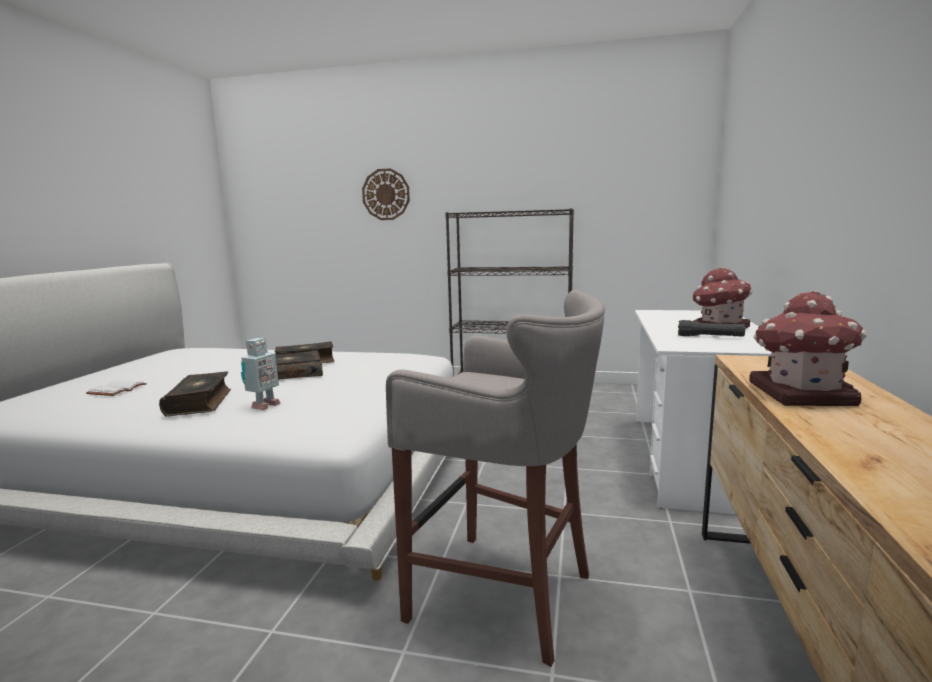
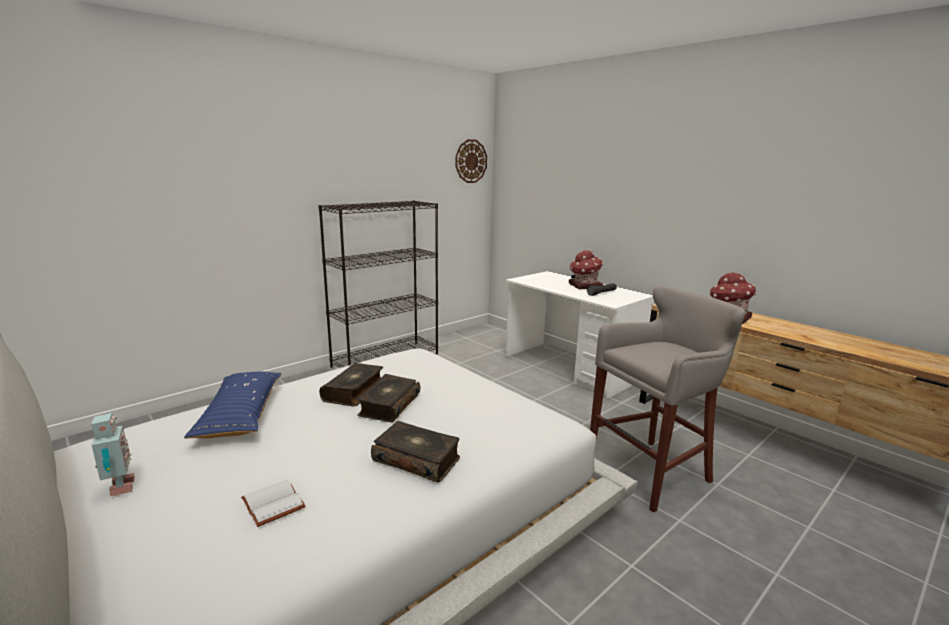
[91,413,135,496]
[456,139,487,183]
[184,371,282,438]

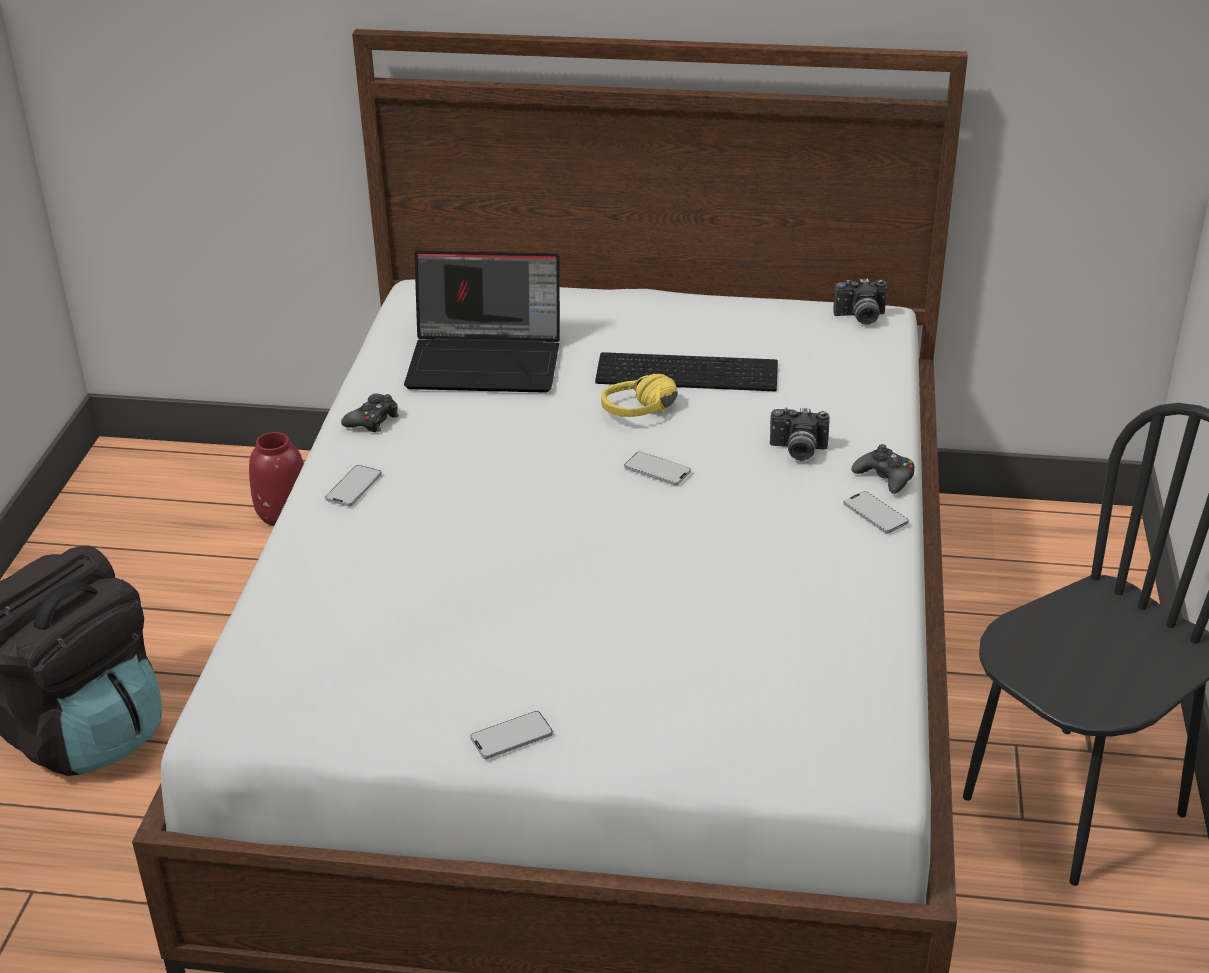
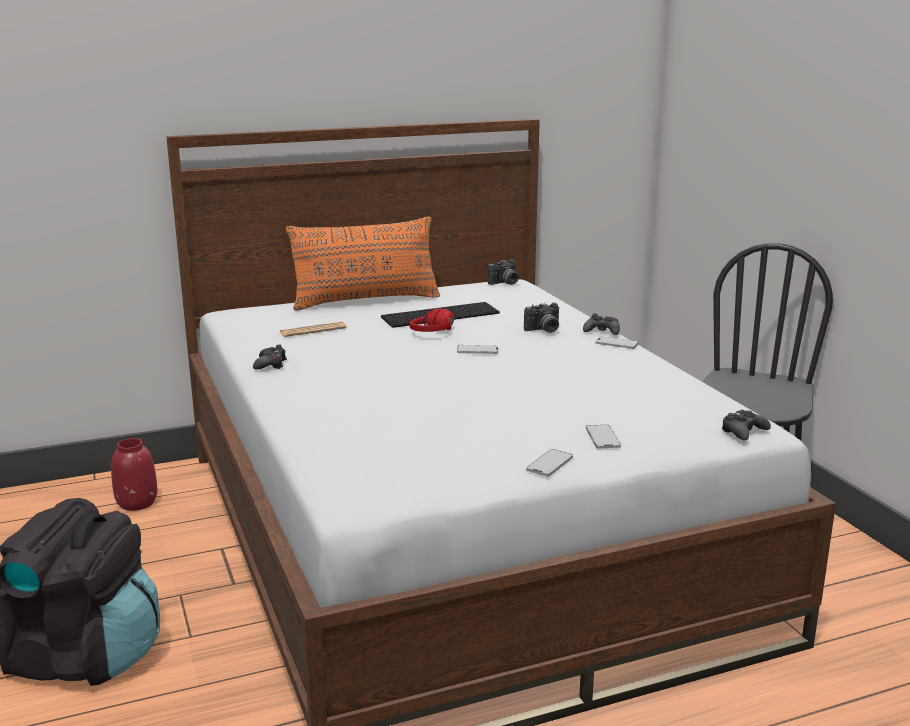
[586,425,621,449]
[280,322,347,337]
[410,309,454,332]
[286,217,440,311]
[722,410,771,440]

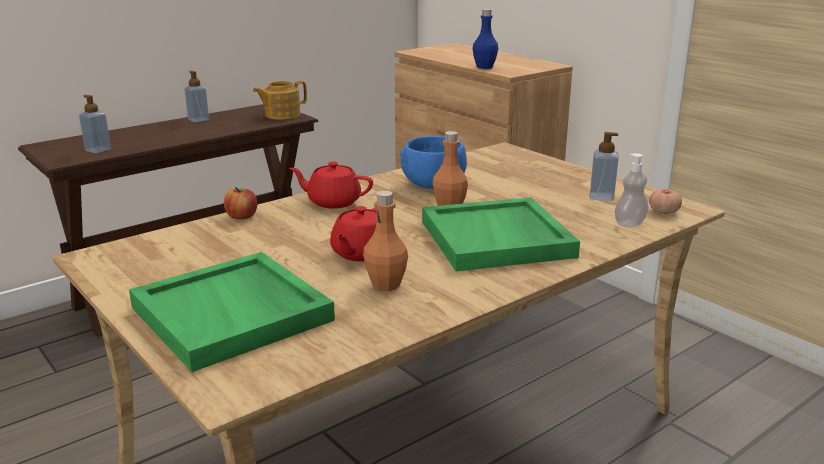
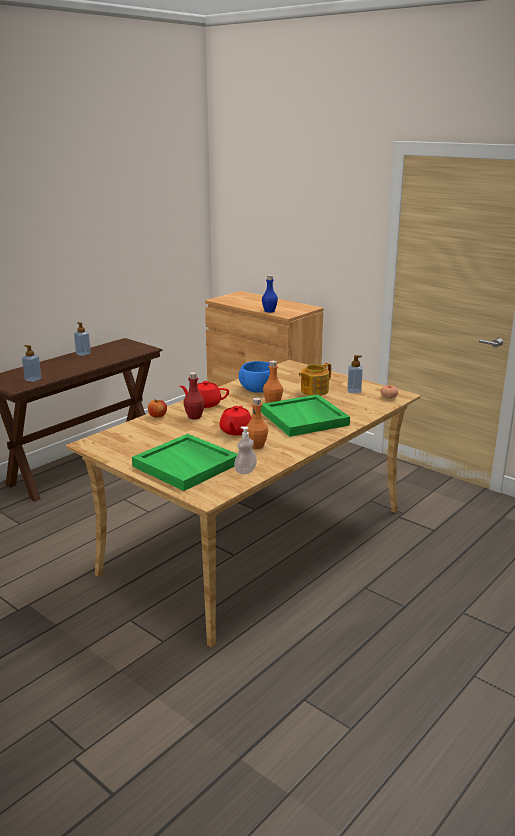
[298,363,331,396]
[234,426,257,474]
[183,372,205,419]

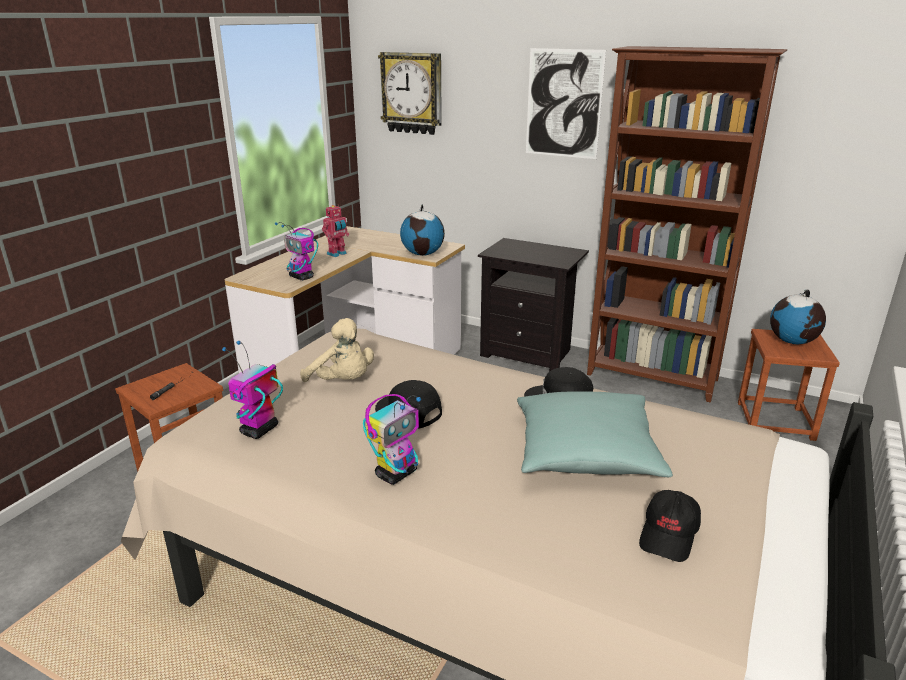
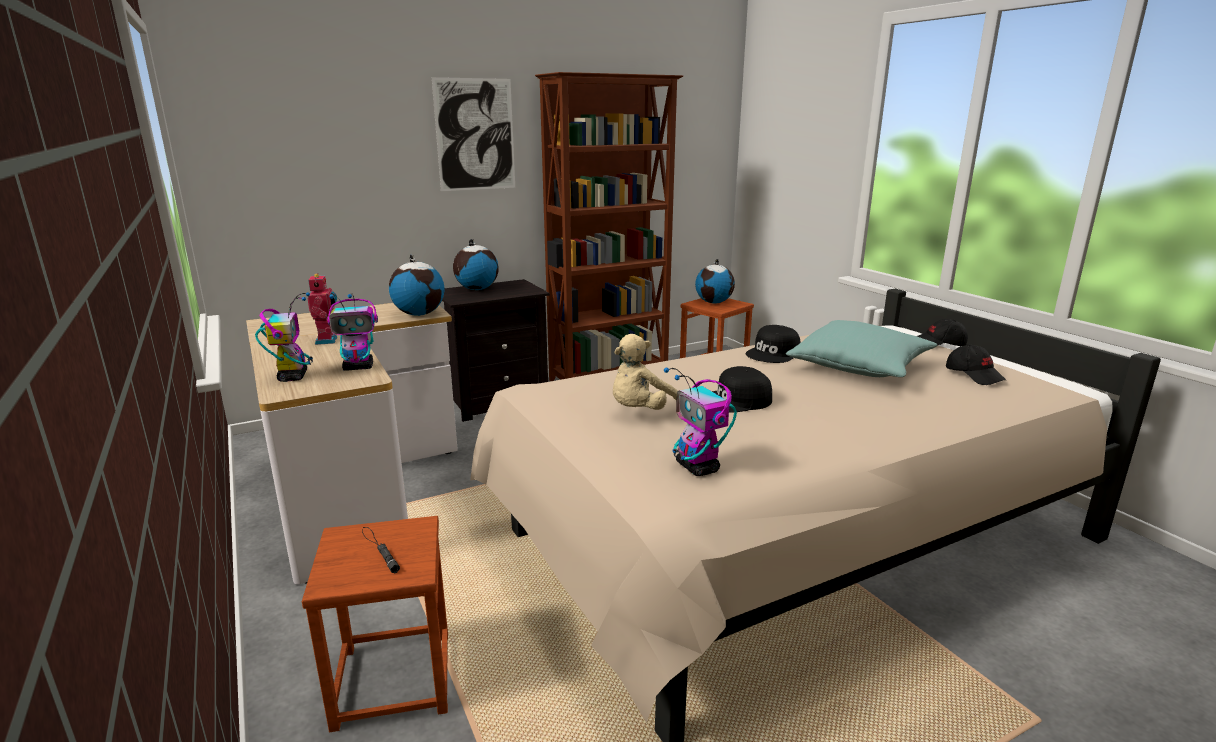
[613,334,678,410]
[255,292,313,382]
[378,52,442,135] (first image)
[453,239,499,290]
[917,319,968,346]

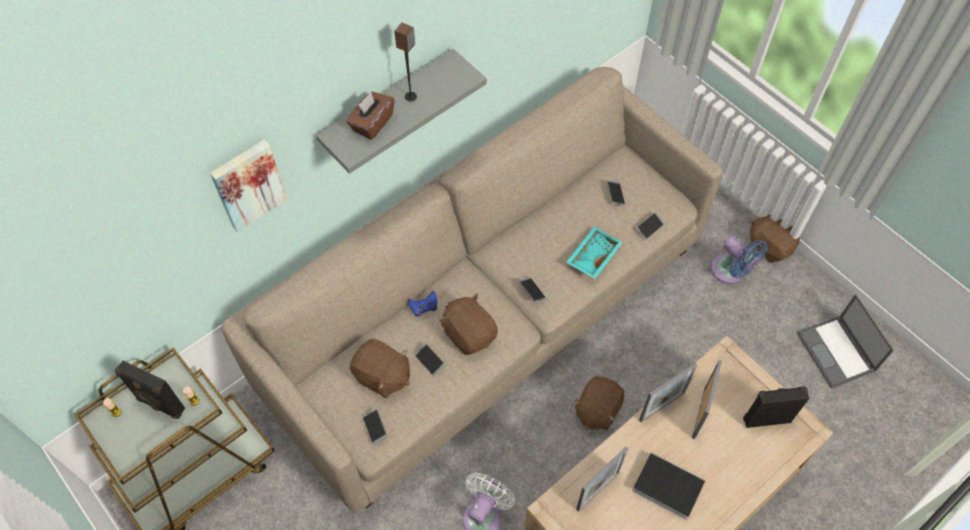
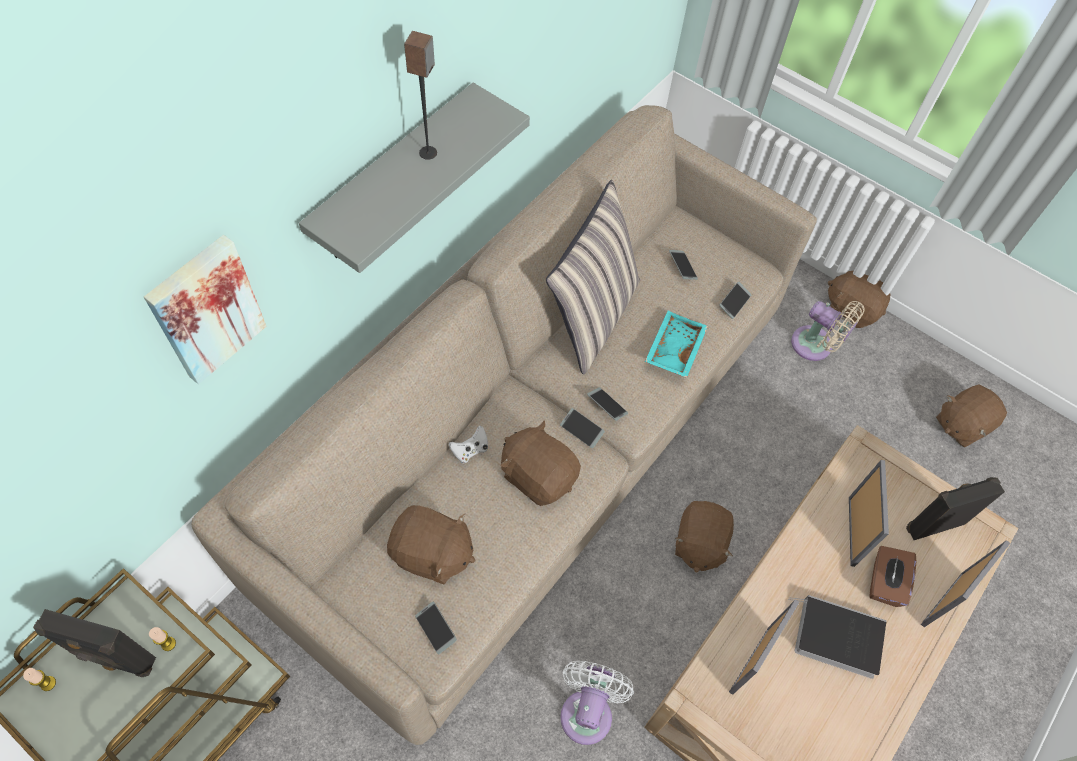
[869,546,917,607]
[448,425,488,463]
[560,408,605,448]
[921,540,1010,627]
[791,301,865,361]
[936,385,1007,447]
[546,180,640,374]

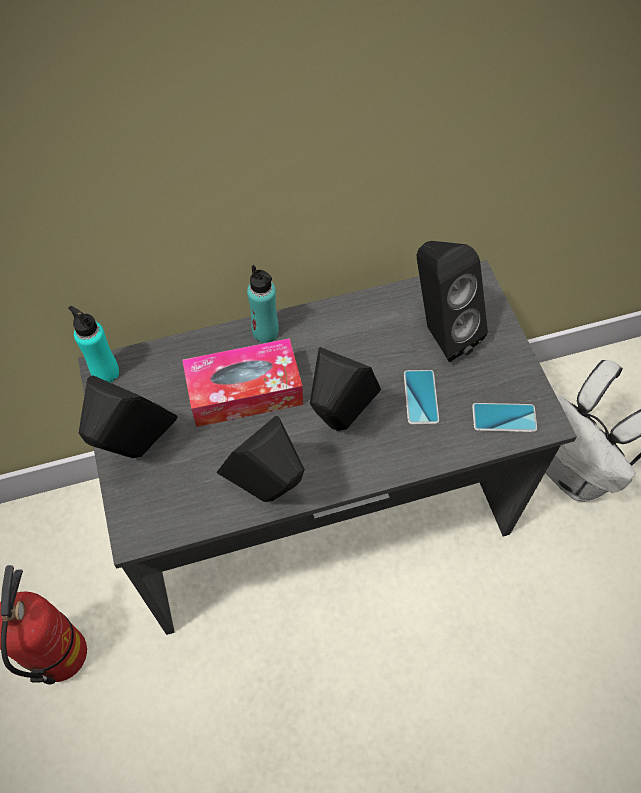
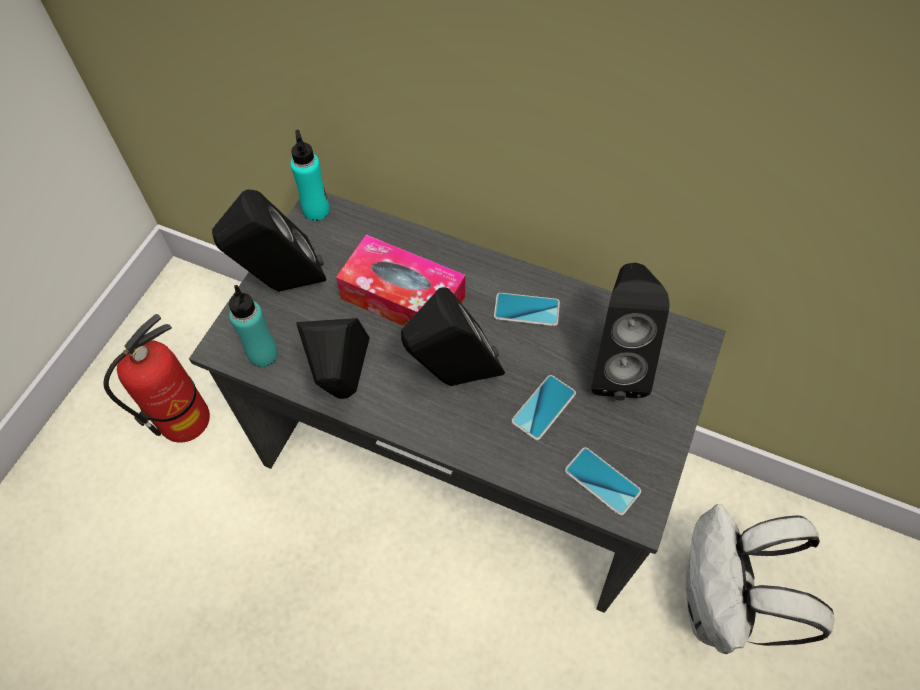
[229,285,278,367]
[494,293,560,326]

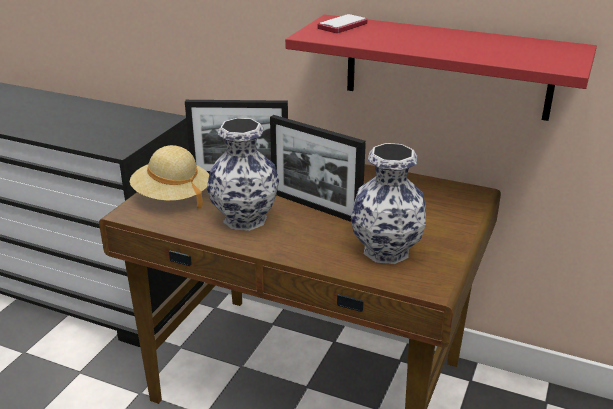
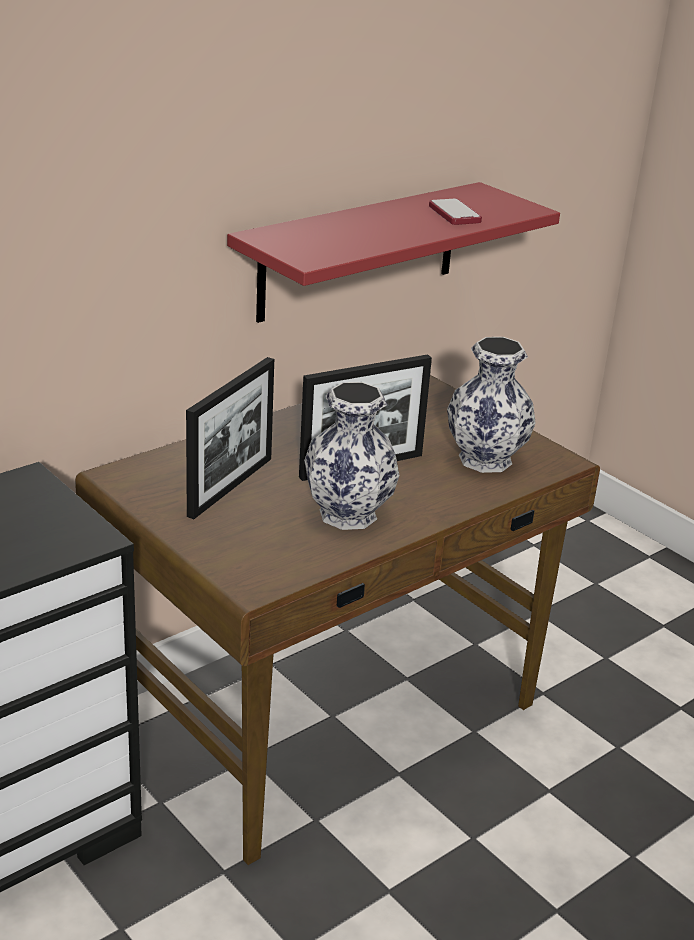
[130,145,209,209] (first image)
[429,199,482,225]

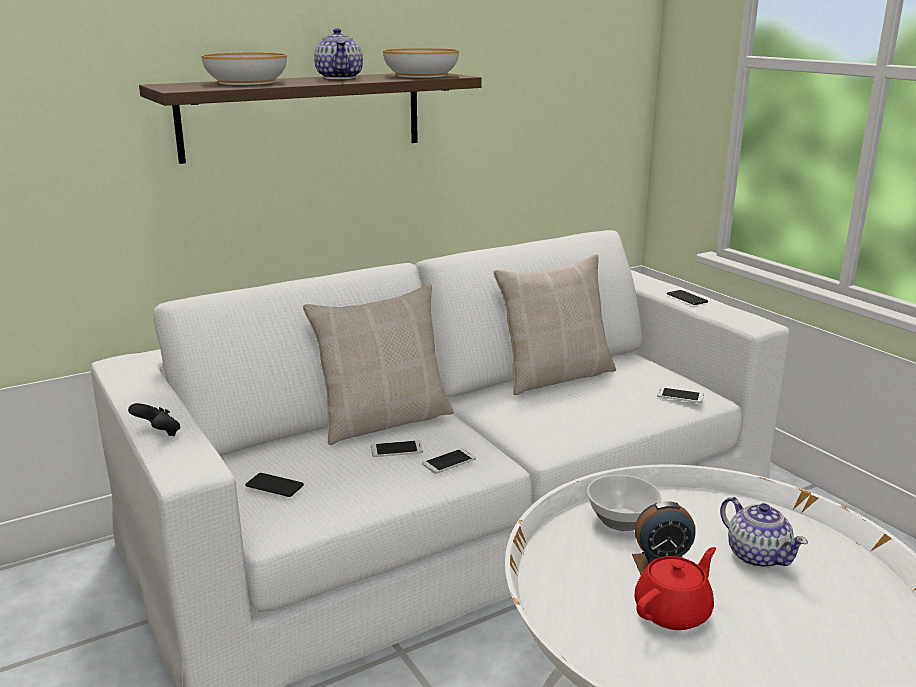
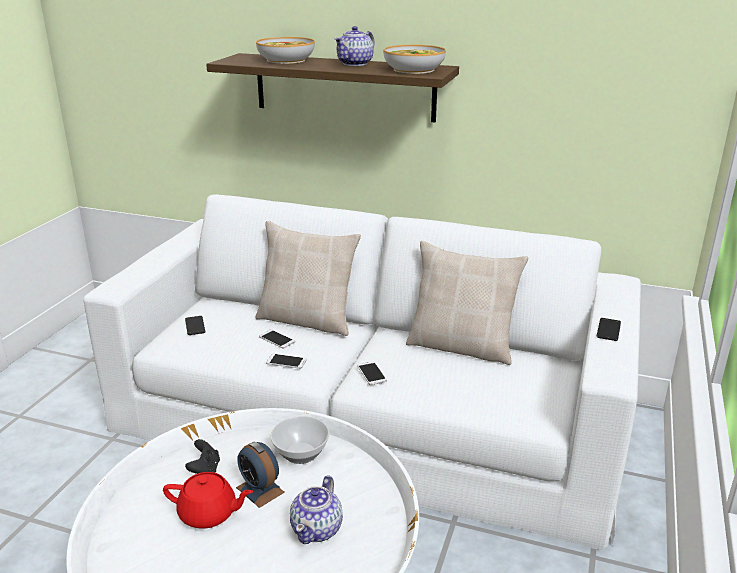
[185,439,220,474]
[357,361,387,385]

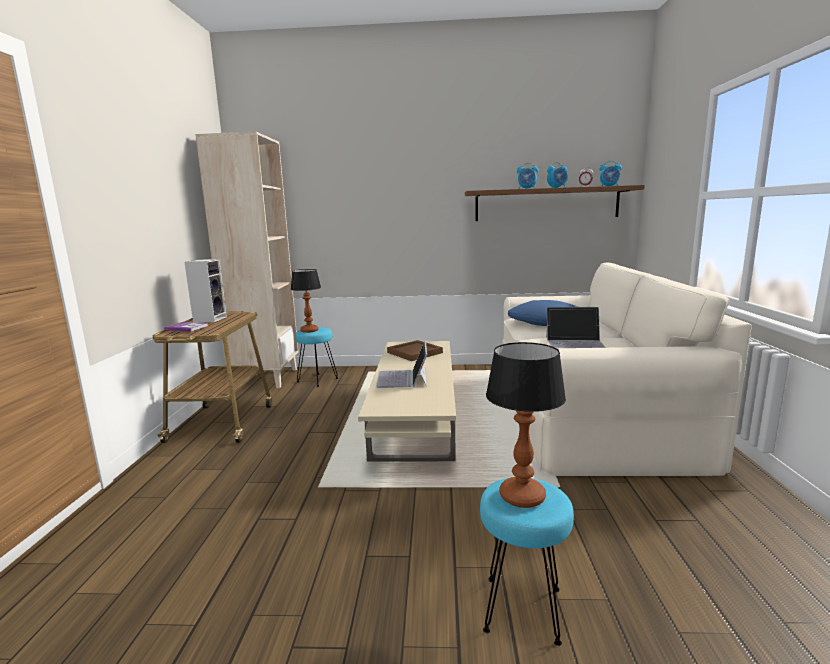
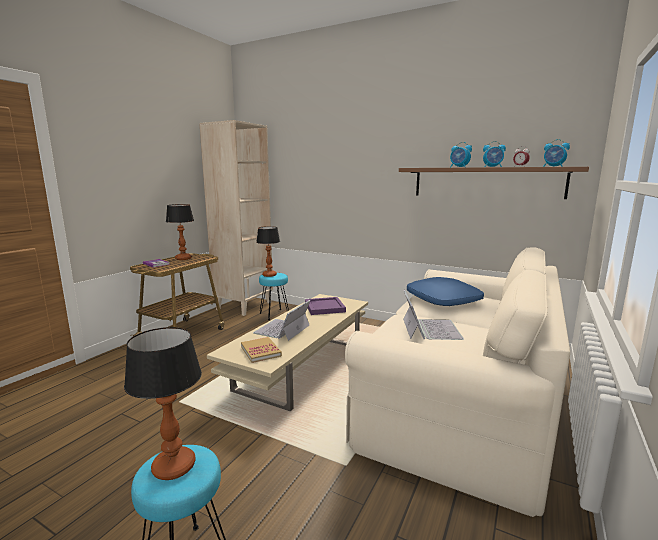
[166,204,194,260]
[305,297,346,315]
[403,290,464,340]
[241,337,282,363]

